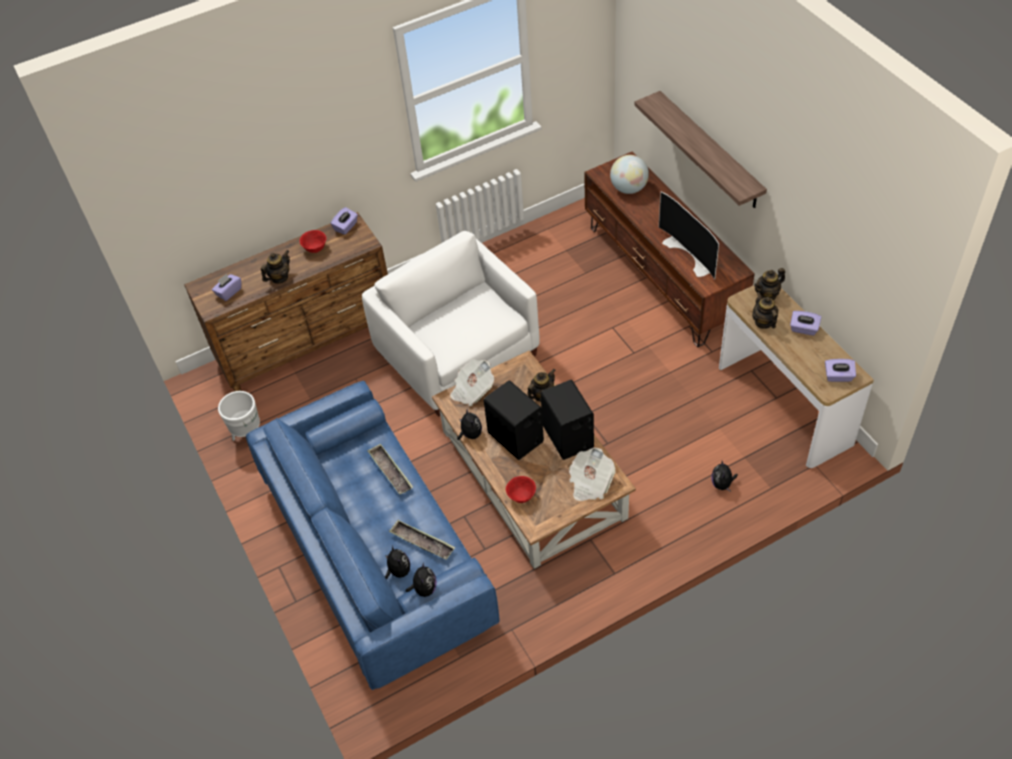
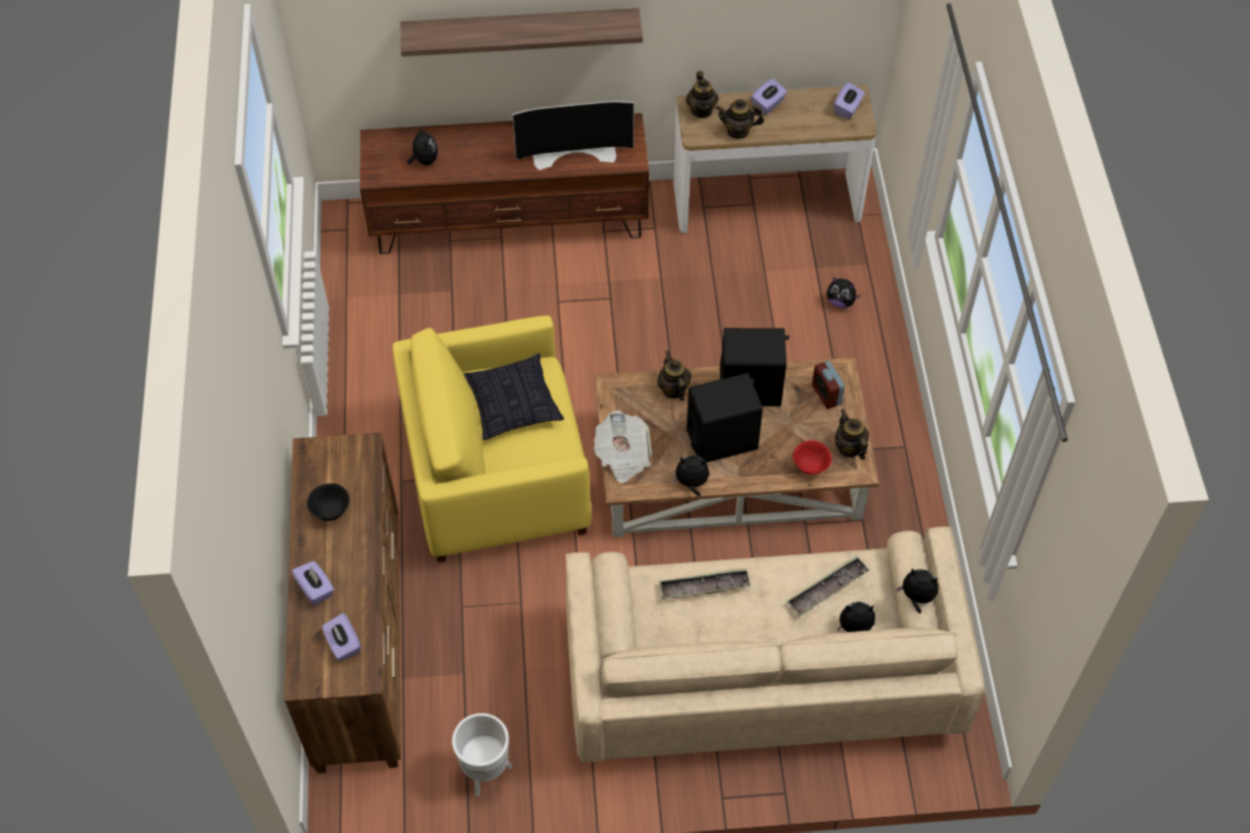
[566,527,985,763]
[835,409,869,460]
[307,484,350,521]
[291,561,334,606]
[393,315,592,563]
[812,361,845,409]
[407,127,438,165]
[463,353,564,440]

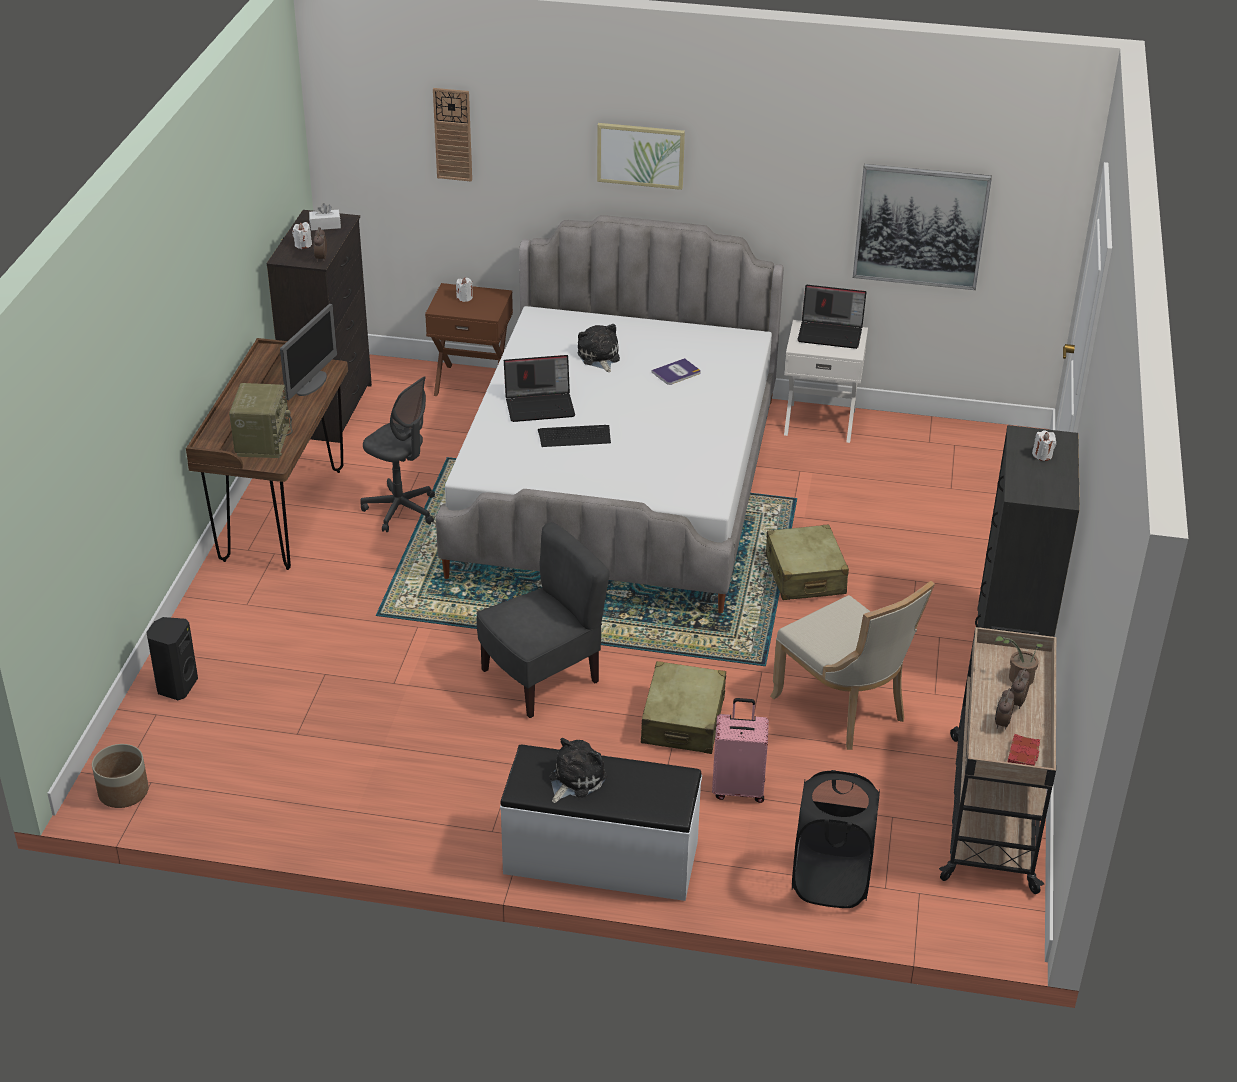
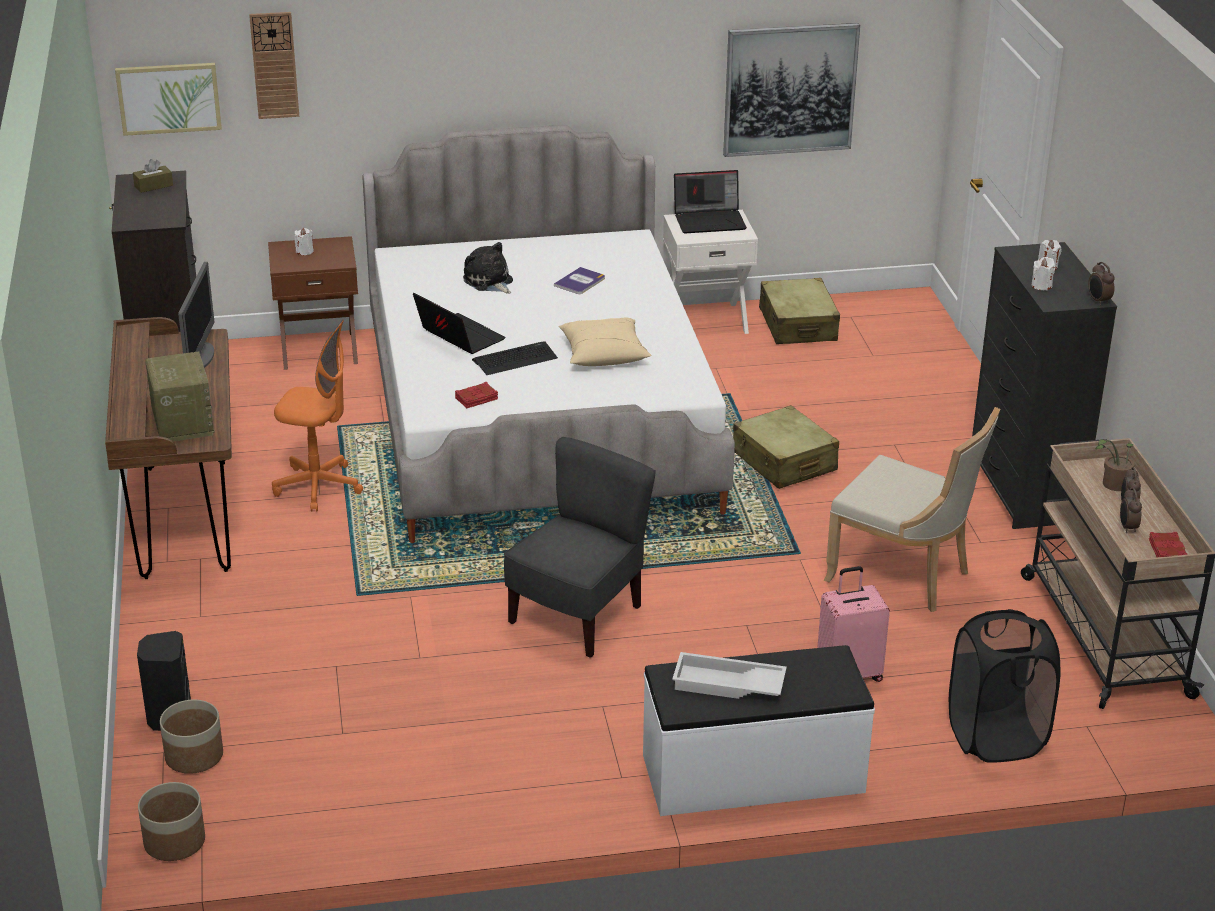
[1032,257,1055,290]
[133,159,173,193]
[1088,262,1115,306]
[272,320,363,512]
[413,292,506,354]
[672,652,787,699]
[115,63,222,136]
[759,278,840,344]
[160,700,223,774]
[455,382,498,408]
[559,318,651,366]

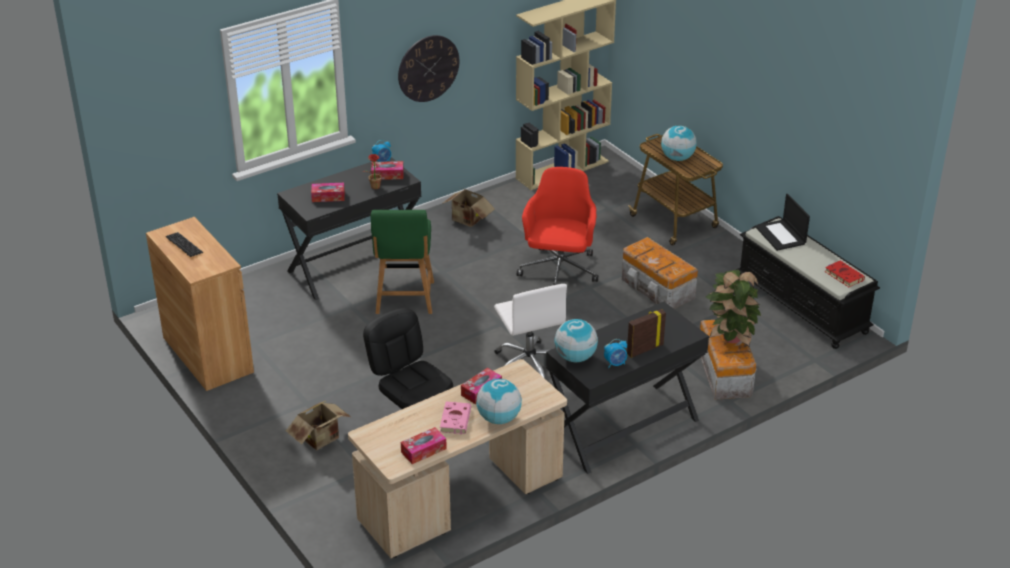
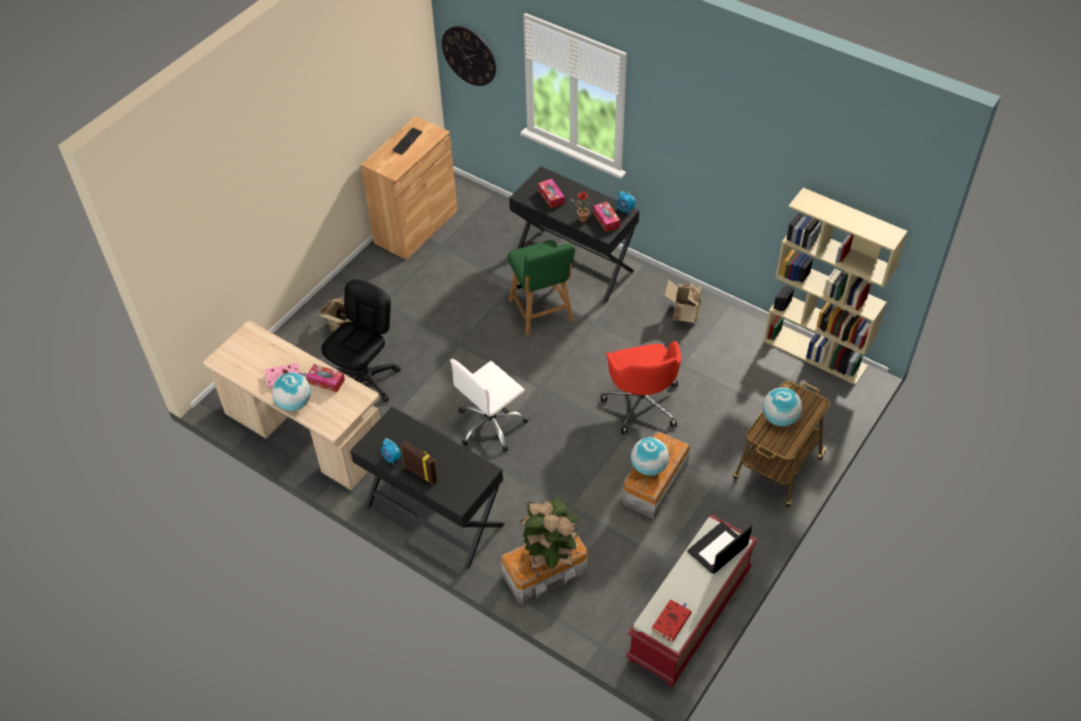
[508,240,575,335]
[442,26,496,86]
[401,427,447,464] (first image)
[600,341,682,434]
[631,437,669,476]
[626,515,758,687]

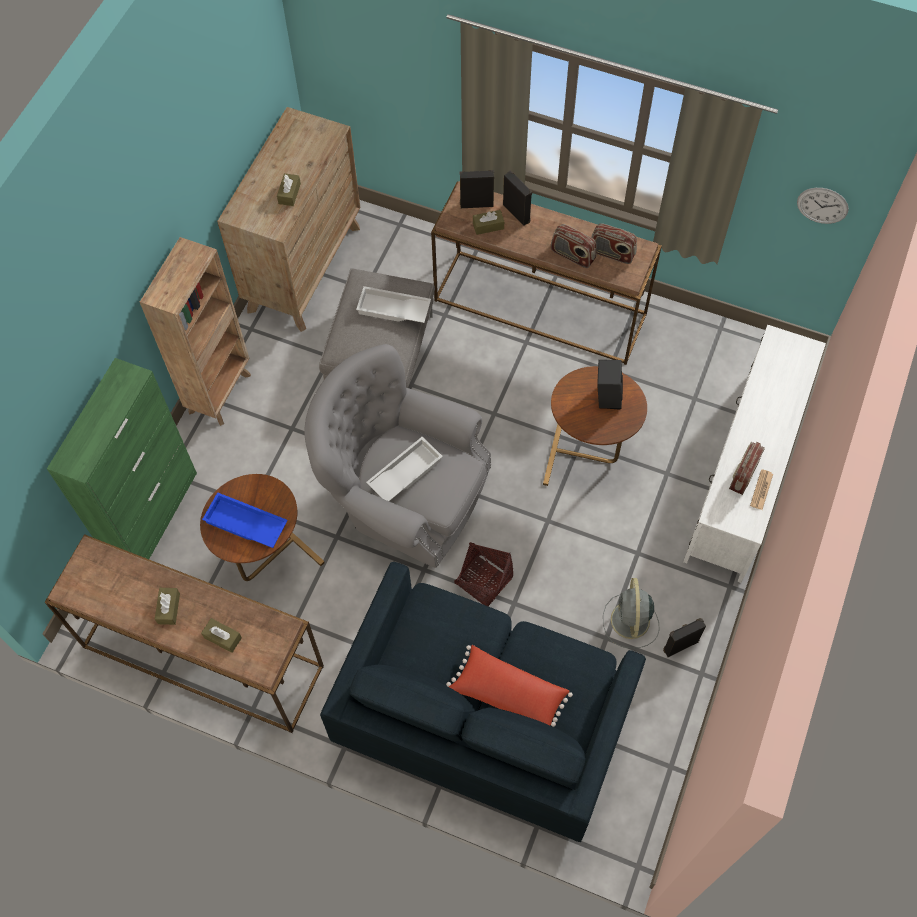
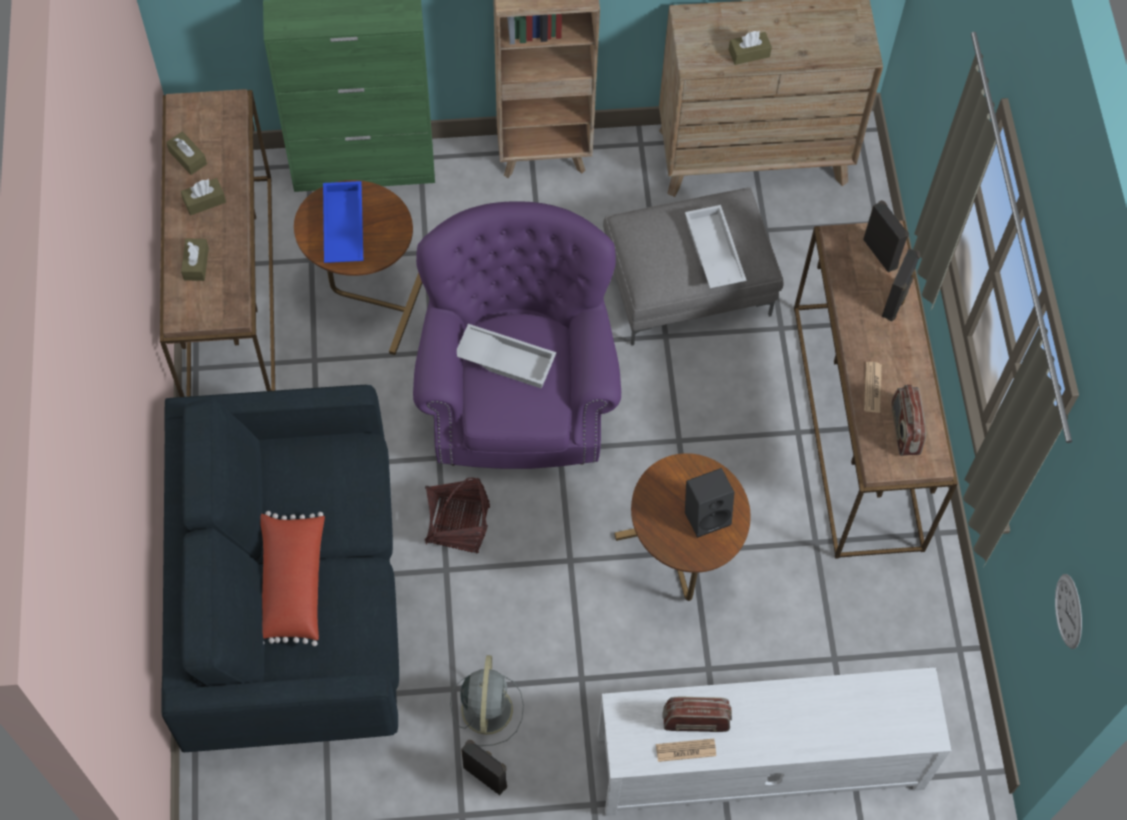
[413,202,621,469]
[166,132,207,175]
[864,362,882,413]
[450,655,524,746]

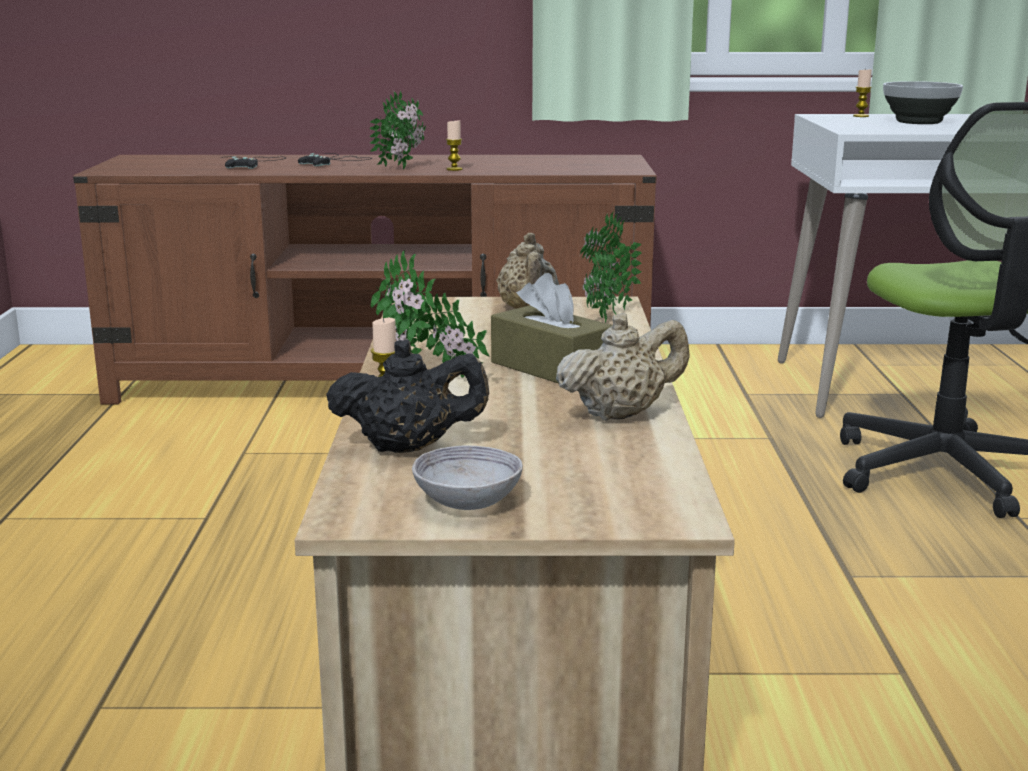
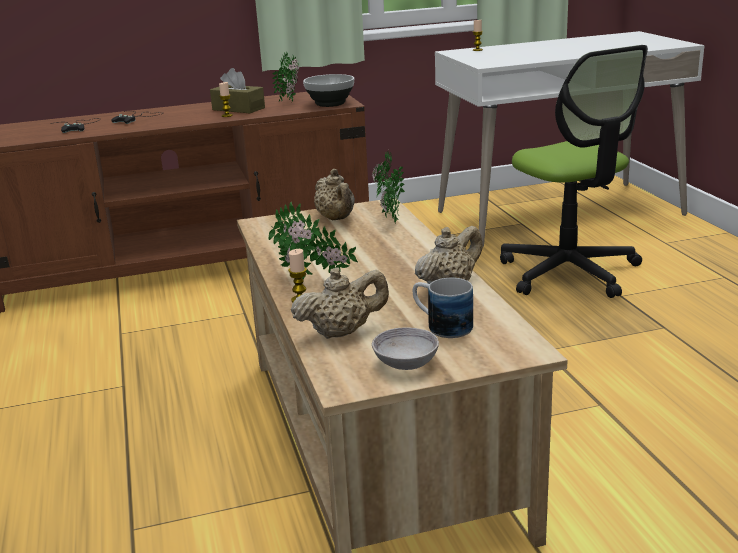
[291,267,389,339]
[273,52,299,102]
[210,68,265,113]
[303,74,354,107]
[413,278,473,338]

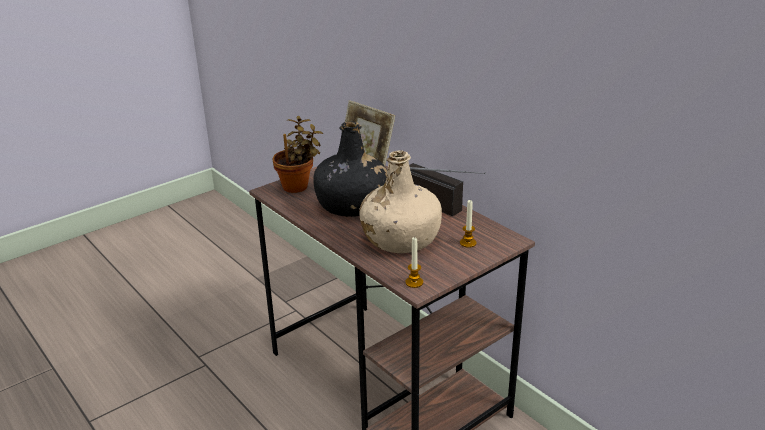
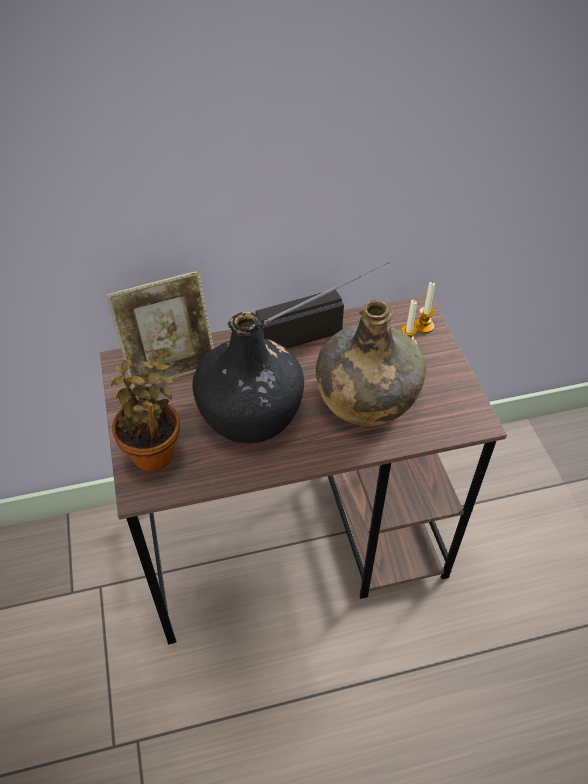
[316,299,426,426]
[414,282,435,333]

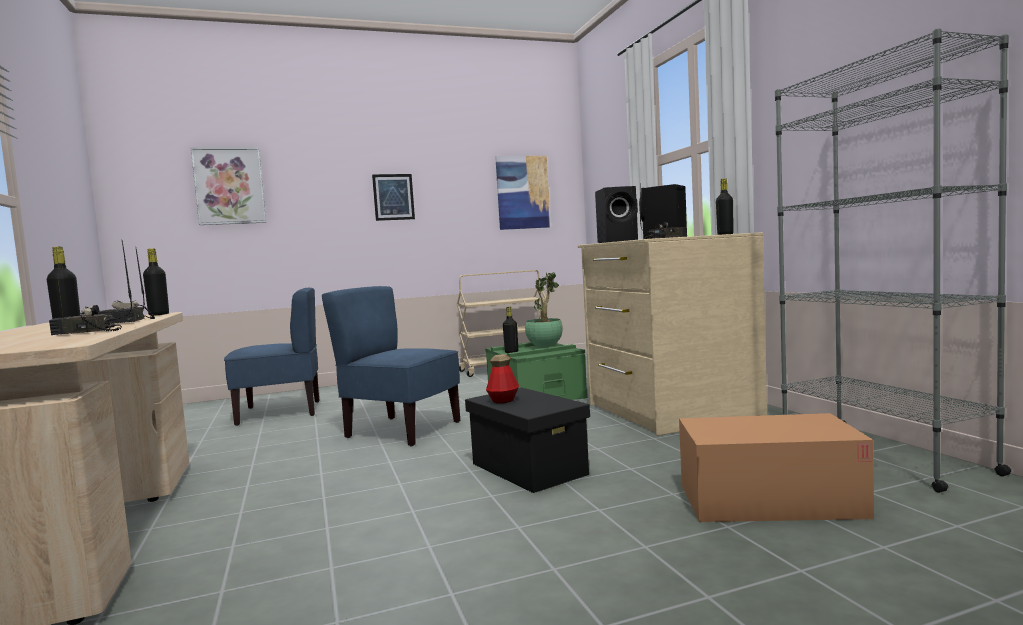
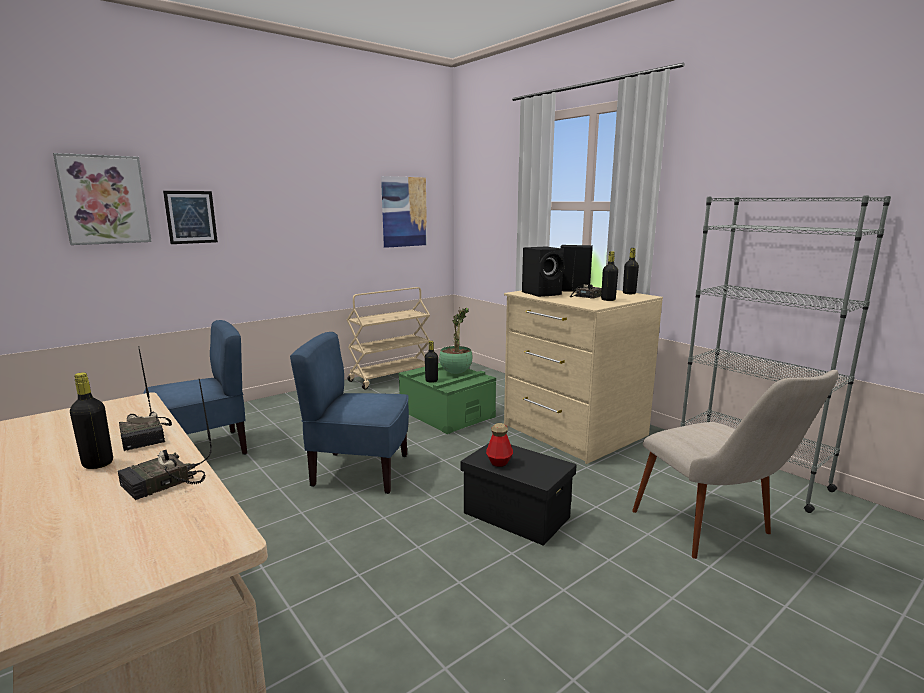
[601,251,618,301]
[163,191,218,244]
[632,370,839,559]

